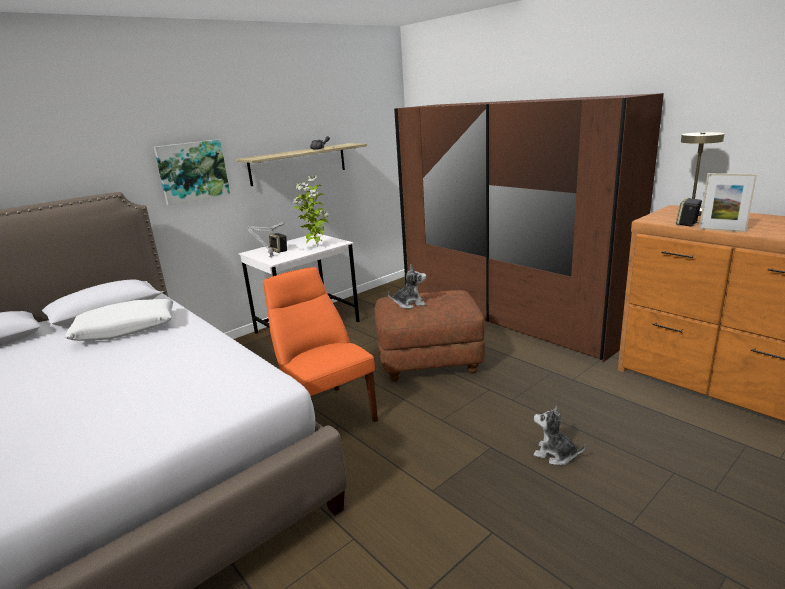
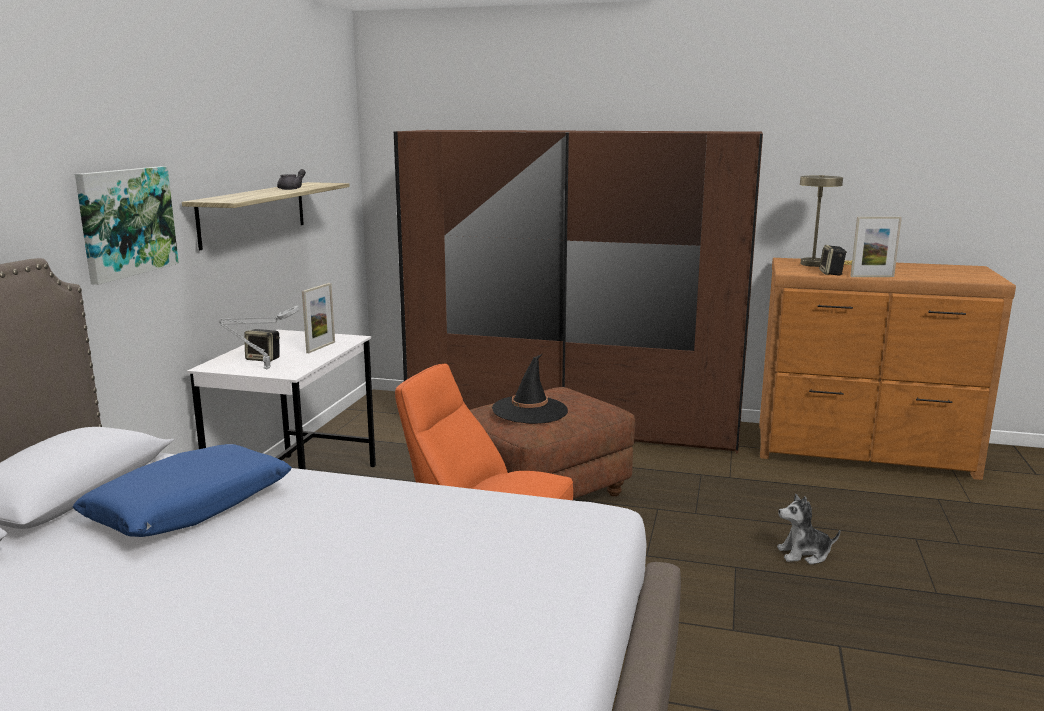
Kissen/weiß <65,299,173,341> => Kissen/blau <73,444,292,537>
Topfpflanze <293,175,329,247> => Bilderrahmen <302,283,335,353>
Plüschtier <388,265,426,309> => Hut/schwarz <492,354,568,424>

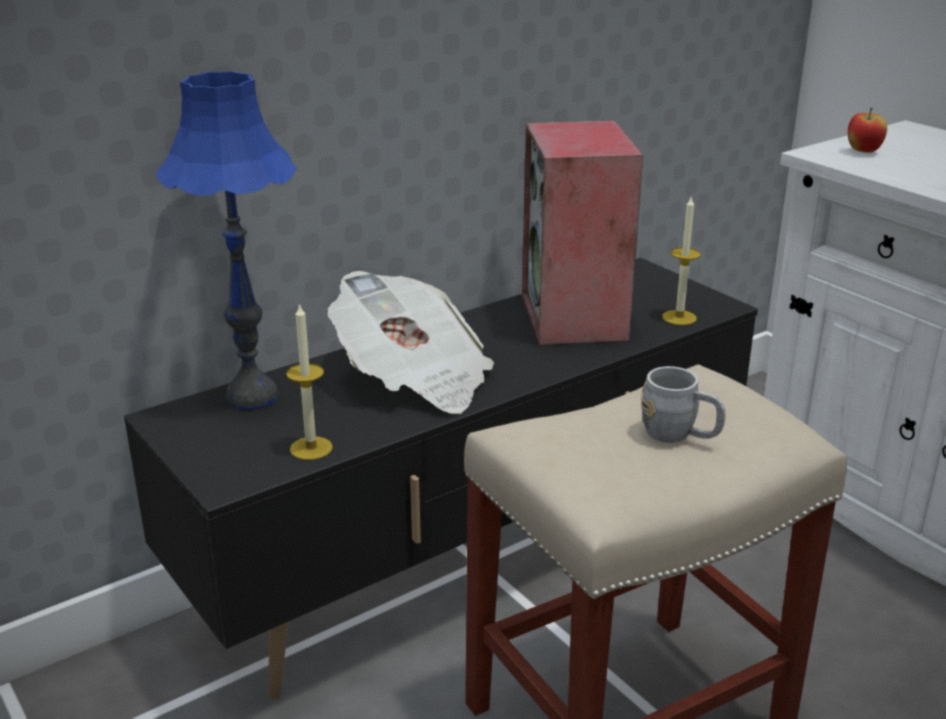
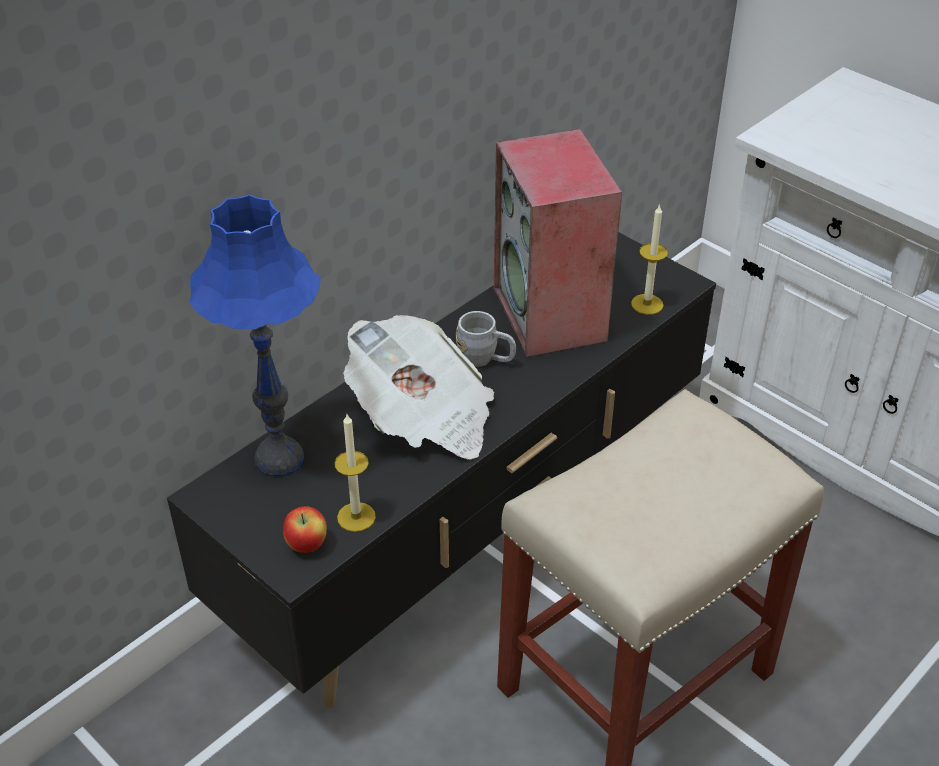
Henkelbecher/grau <641,366,726,443> => Henkelbecher/grau <456,311,516,367>, relocated
Apfel <848,108,887,153> => Apfel <283,506,327,553>, relocated

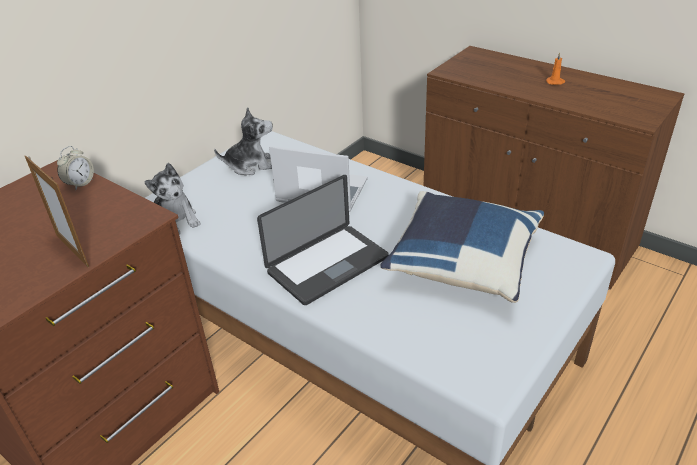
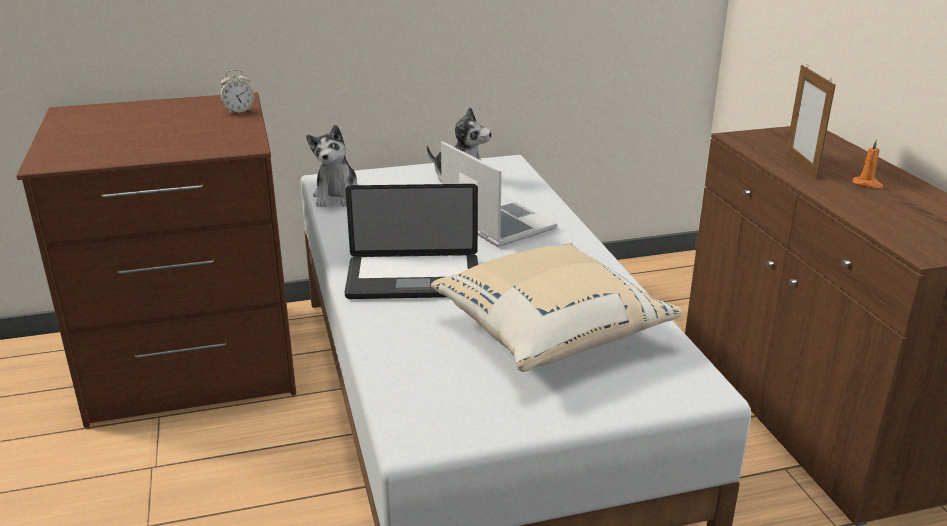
Bilderrahmen <25,156,89,267> => Bilderrahmen <786,64,836,179>, relocated
Kissen/blau <380,191,544,303> => Kissen/beige <431,242,683,372>

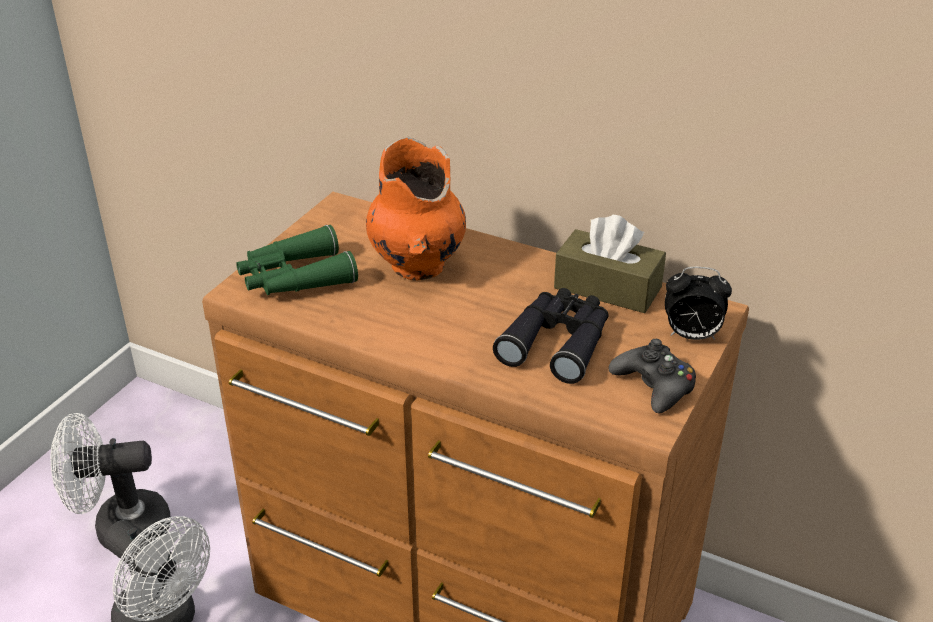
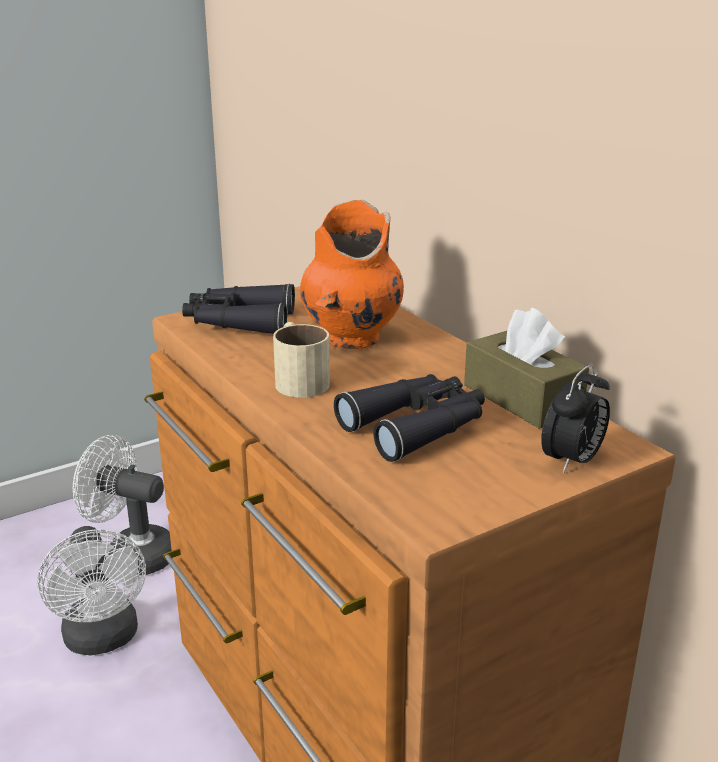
Fernglas/grün <236,225,358,295> => Fernglas/schwarz <182,283,295,334>
Gamepad/schwarz <609,339,696,414> => nothing
Wecker <665,267,732,340> => Wecker <541,364,610,473>, 90 degrees counterclockwise
nothing => Henkelbecher/beige <273,322,330,398>

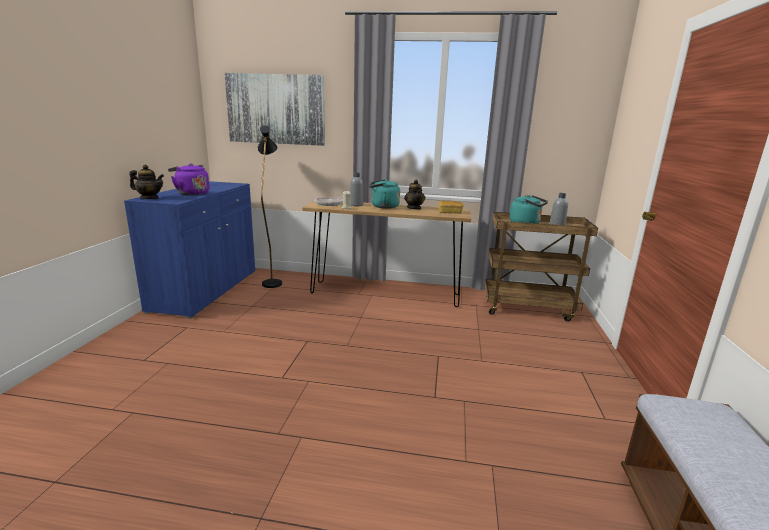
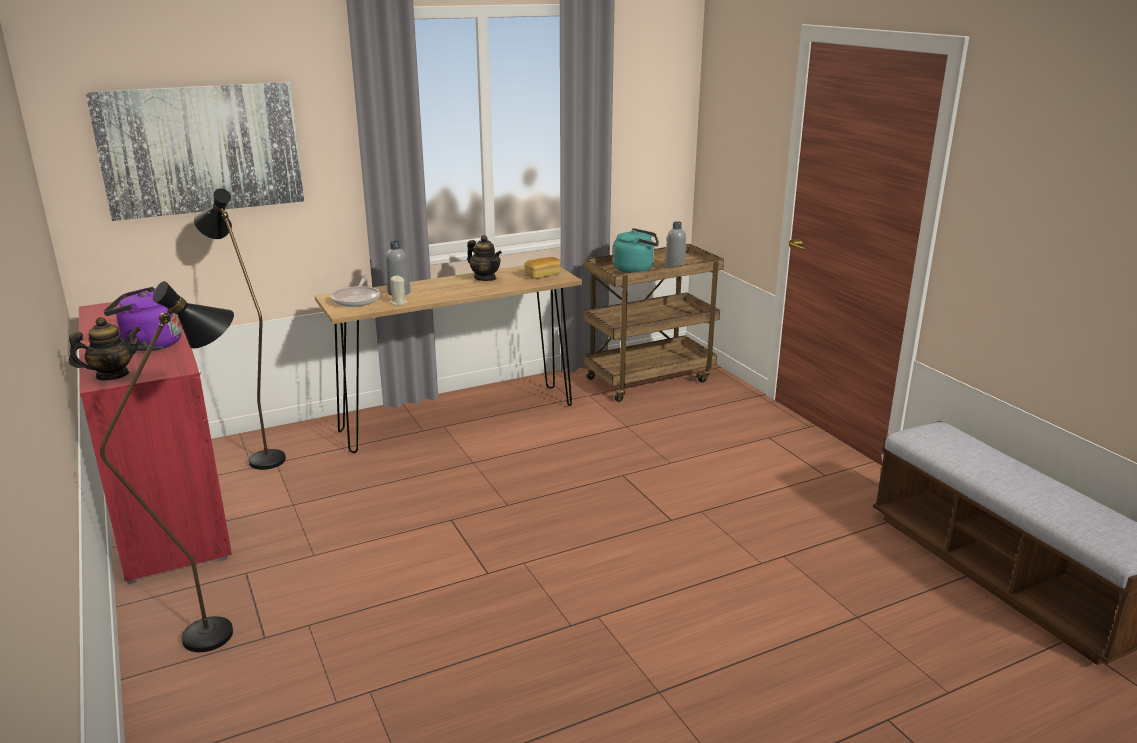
Schrank/blau <124,181,255,319> => Schrank/rot <79,302,232,584>
Wasserkessel/türkis <369,179,400,209> => nothing
nothing => Stehlampe/schwarz <100,281,234,652>

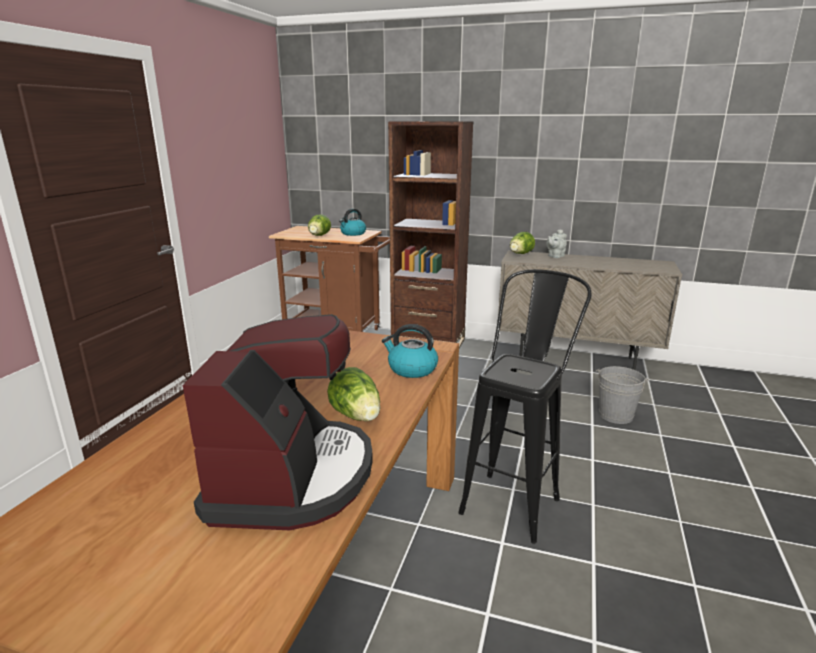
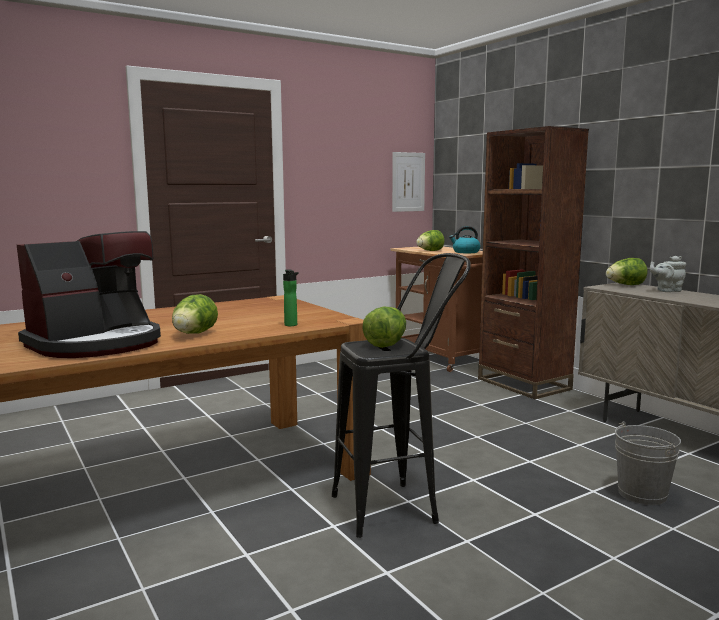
Wasserkessel <382,324,438,378> => Flasche <283,269,299,326>
nothing => Salatkopf <362,306,406,348>
nothing => Bild <392,152,425,212>

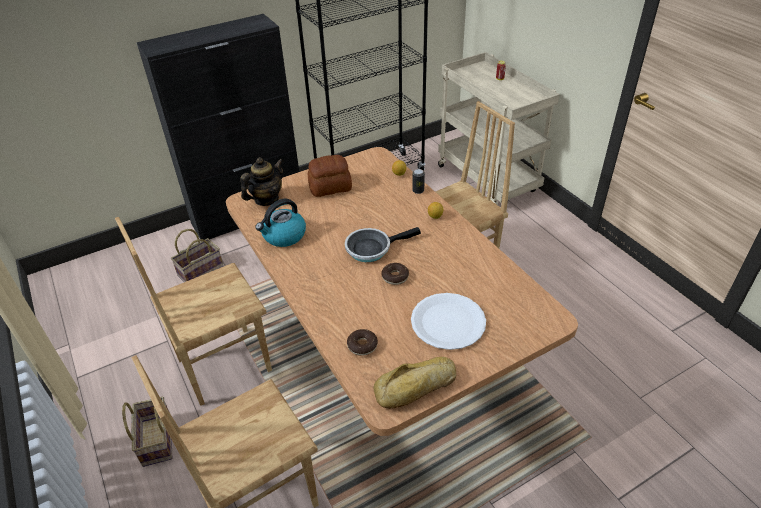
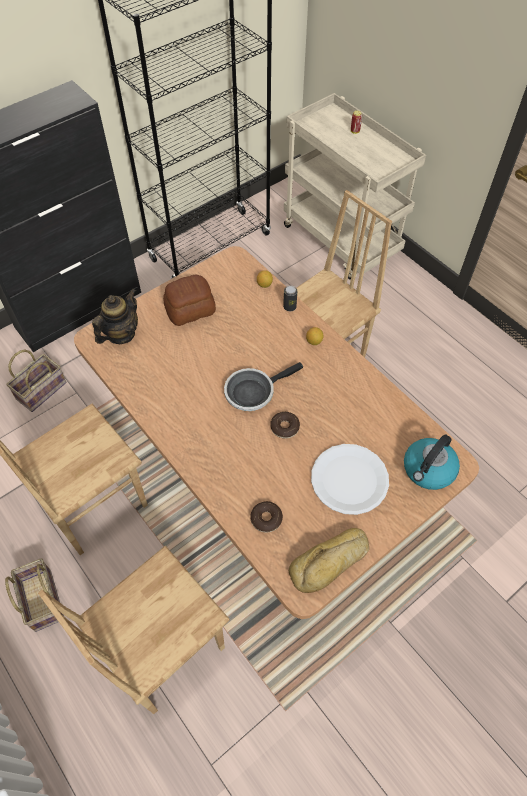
Wasserkessel <255,199,306,247> => Wasserkessel <404,434,460,490>, relocated

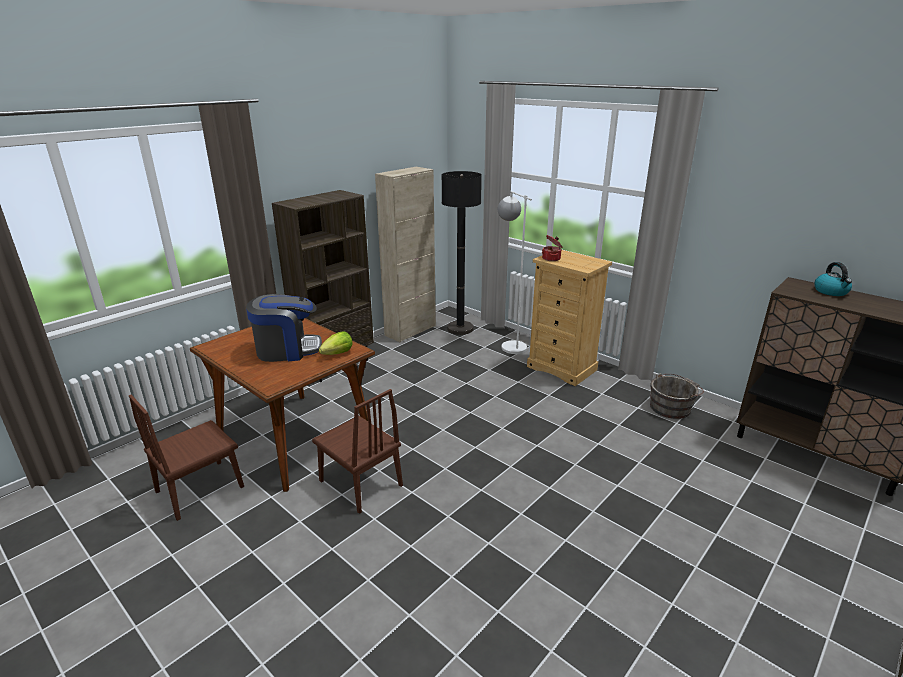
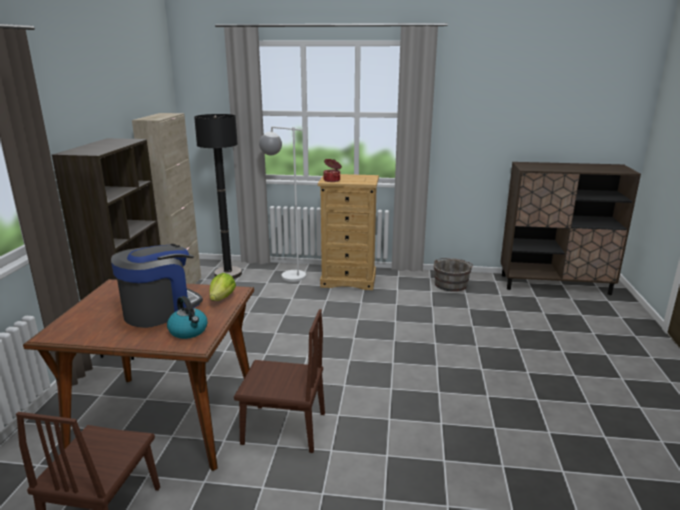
Wasserkessel <814,262,852,296> => Wasserkessel <167,296,207,339>, relocated

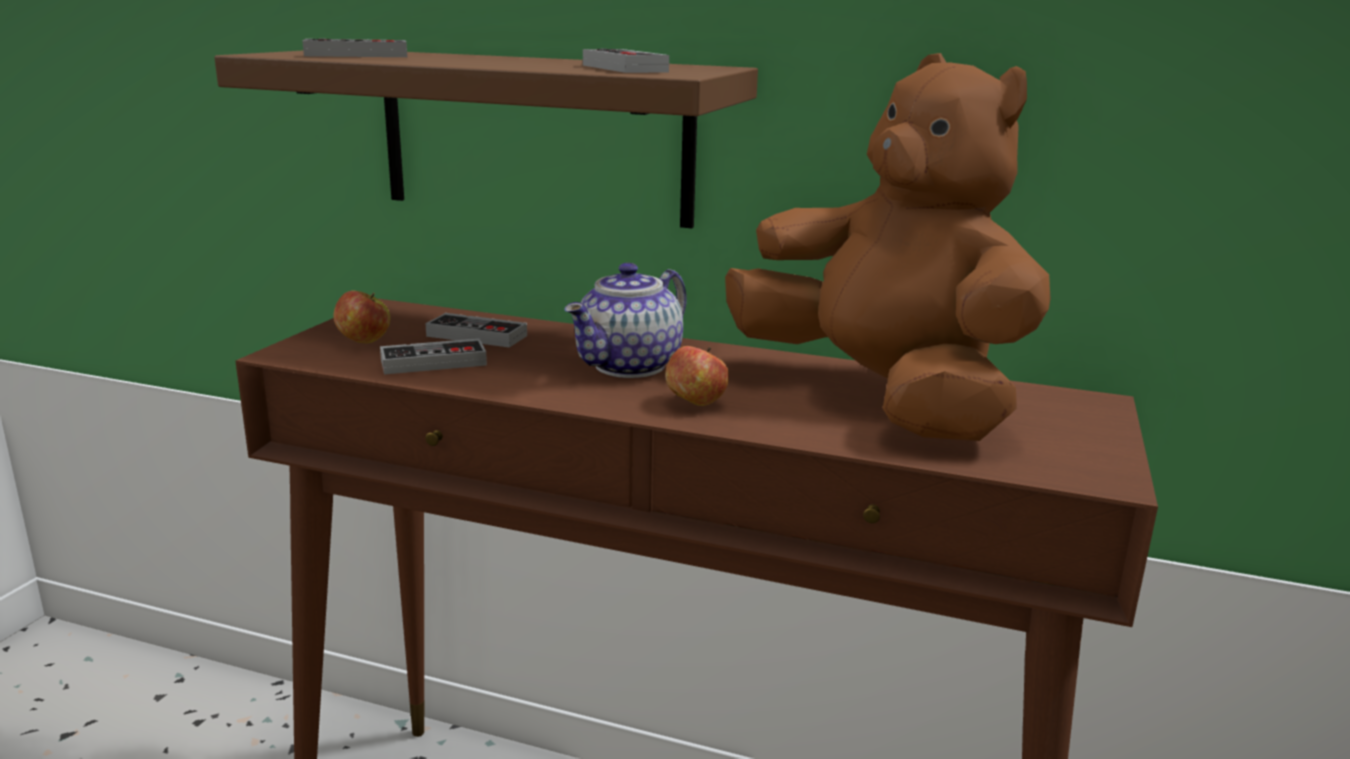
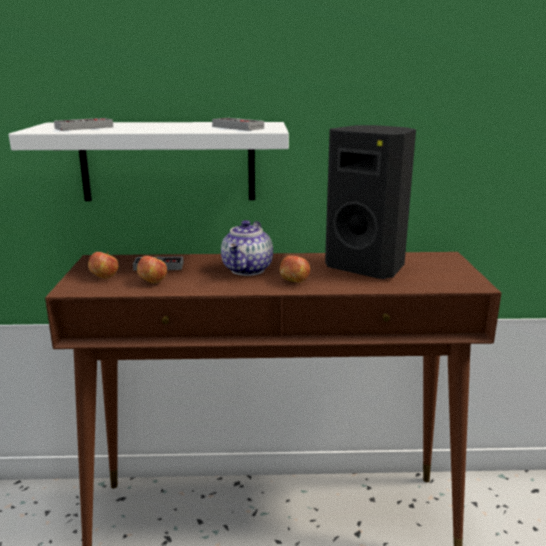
Wandregal/braun <214,51,758,229> => Wandregal/weiß <9,122,289,201>
Gamepad <380,338,487,374> => Apfel <137,256,167,283>
Plüschtier/braun <725,53,1051,441> => Lautsprecher/schwarz <325,125,416,279>

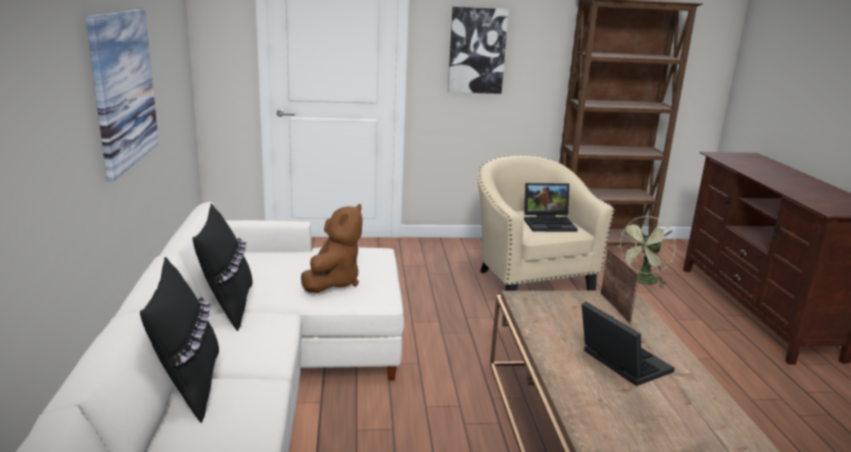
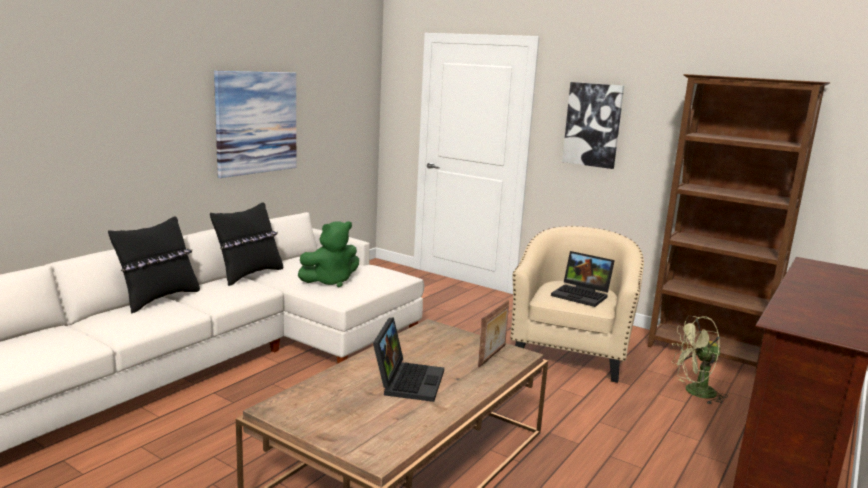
Plüschtier/braun <301,204,363,293> => Plüschtier/grün <298,221,359,287>

